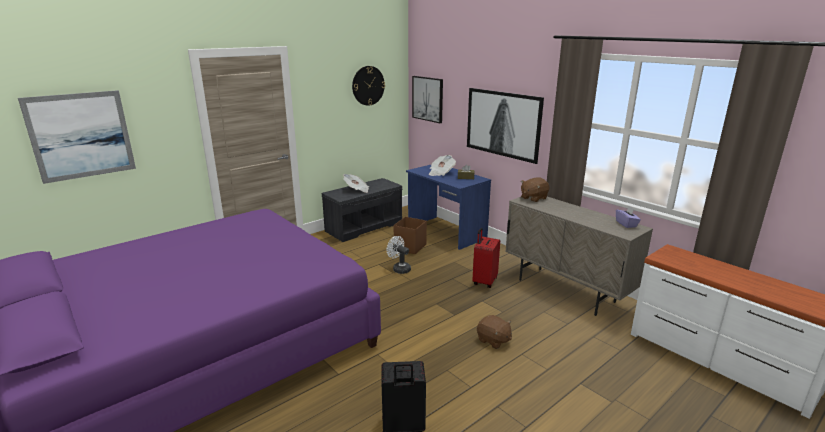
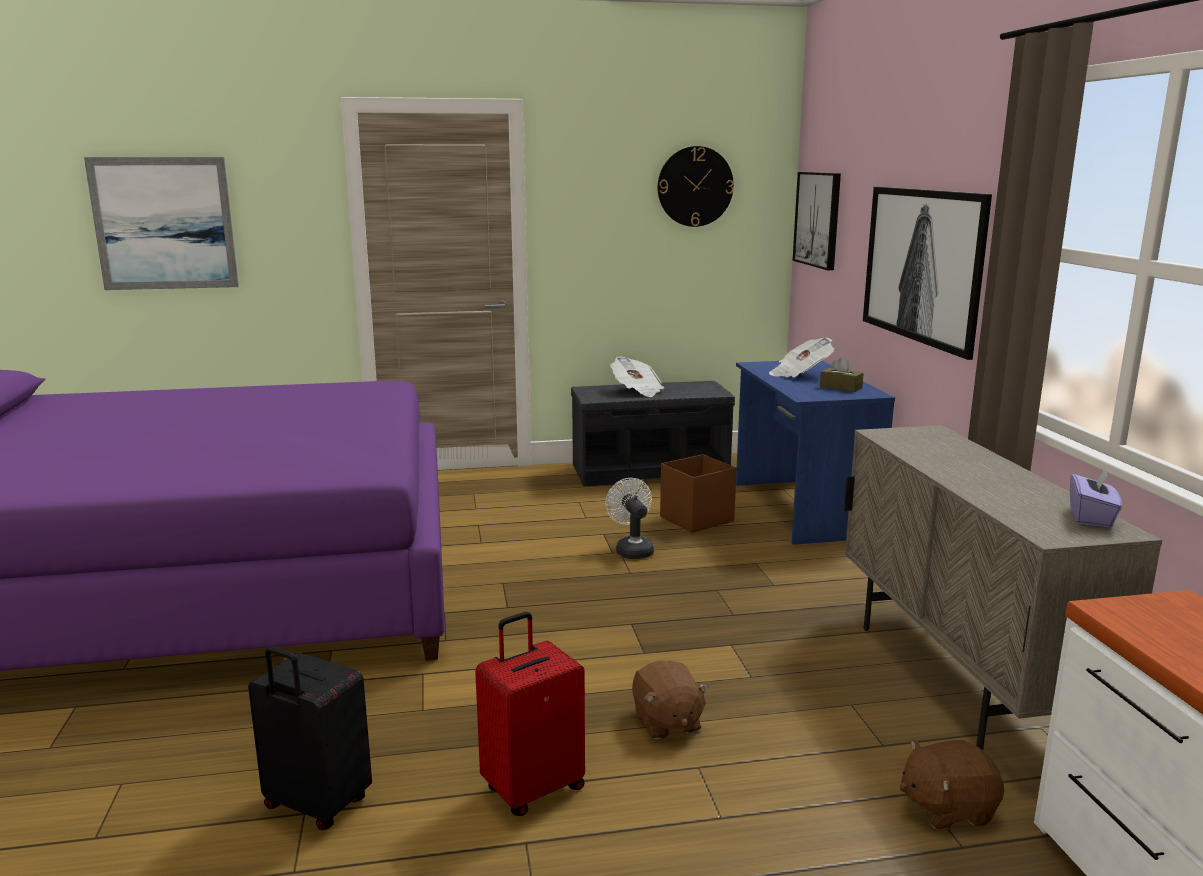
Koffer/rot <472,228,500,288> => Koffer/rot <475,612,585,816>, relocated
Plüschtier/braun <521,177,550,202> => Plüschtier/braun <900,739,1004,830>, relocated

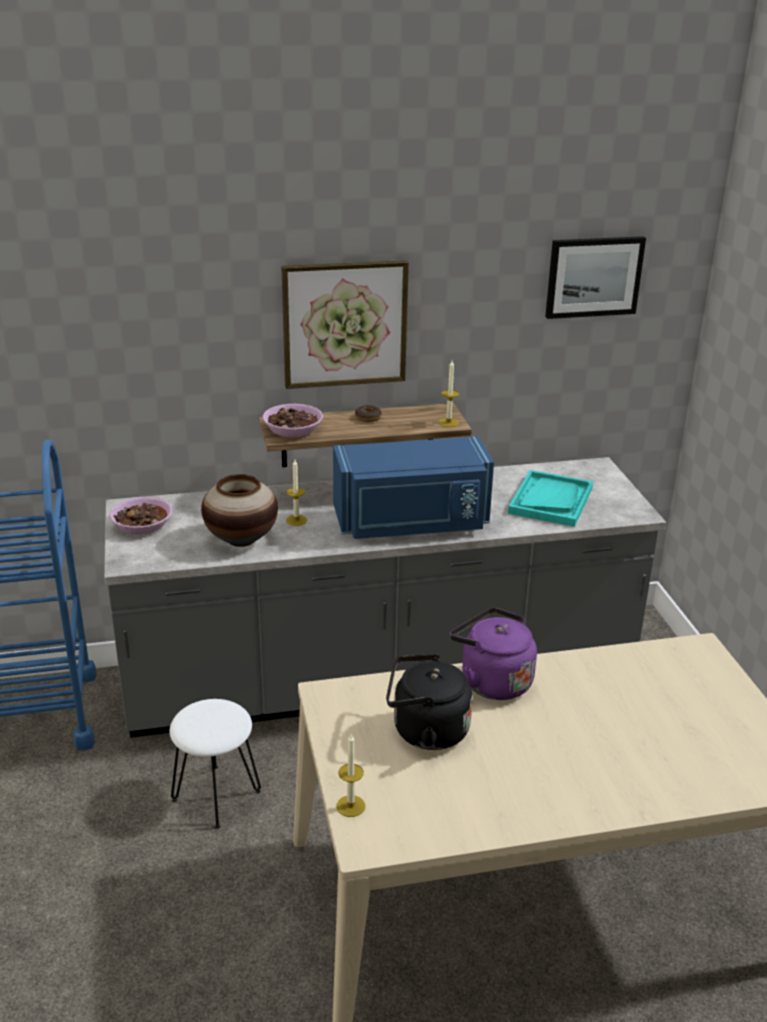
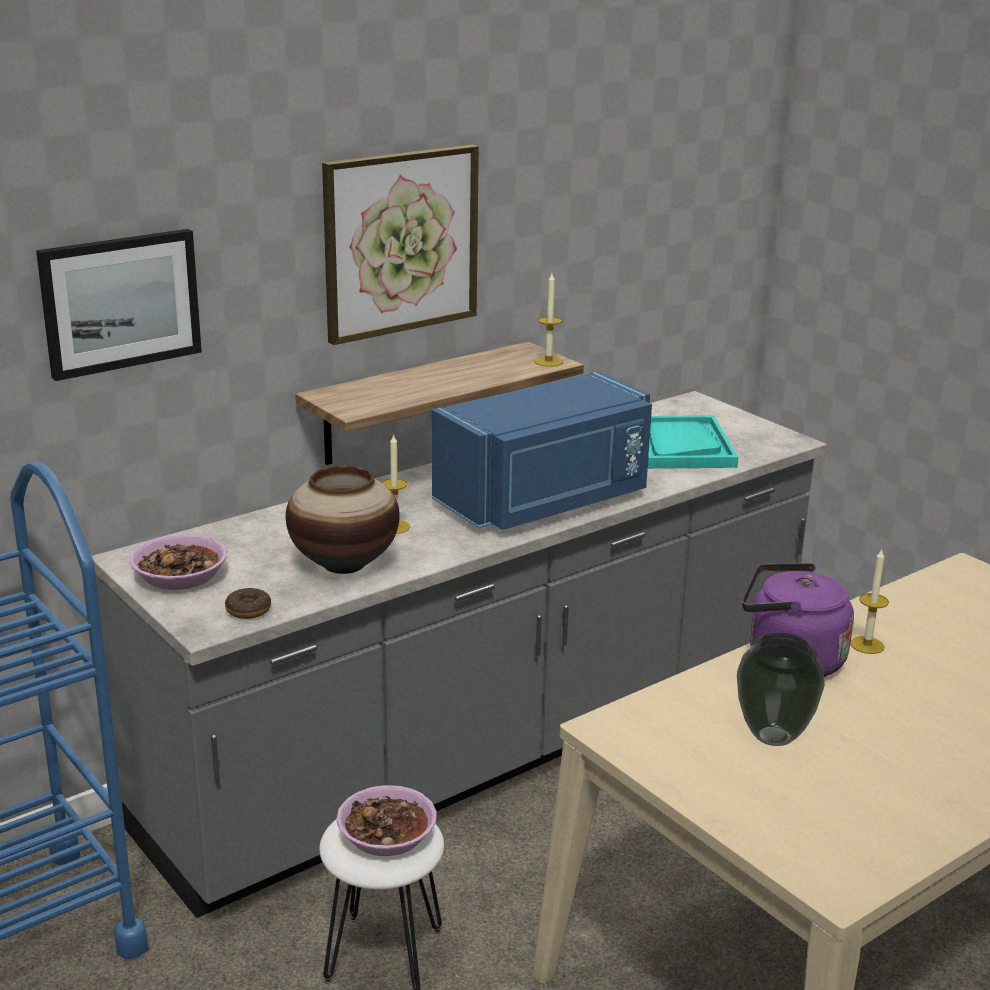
Schüssel <262,404,323,437> => Schüssel <336,785,437,856>, relocated
Kerze <336,734,365,817> => Kerze <850,549,889,654>, relocated
Donut <355,405,382,422> => Donut <225,588,271,619>, relocated
Wasserkessel/schwarz <386,654,473,750> => Vase <737,633,825,746>
Bild <545,236,646,319> => Bild <36,229,202,381>, relocated

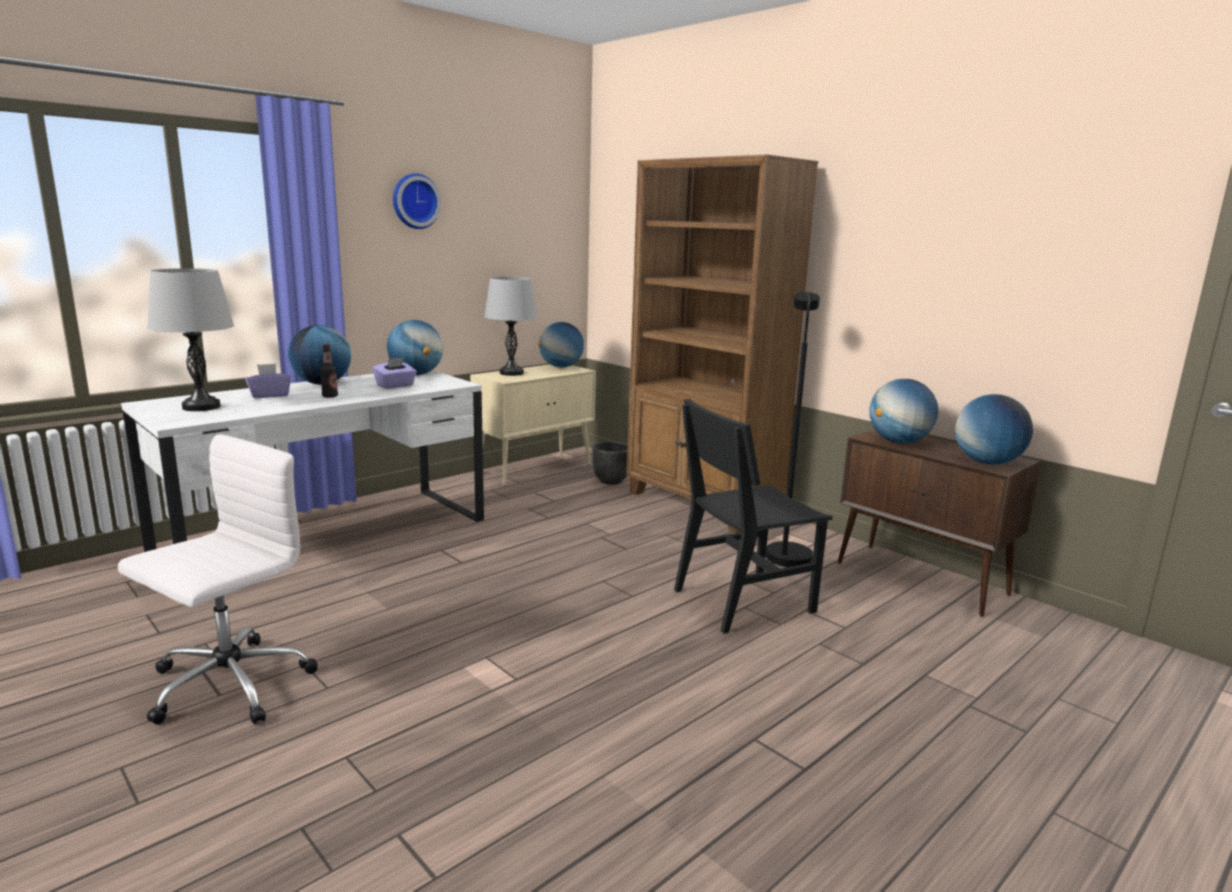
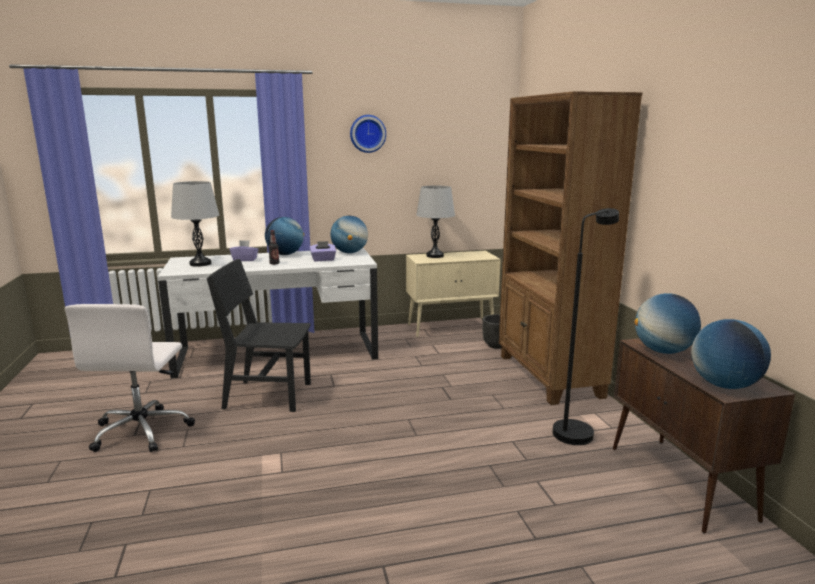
Bürostuhl/weiß <118,434,318,725> => Bürostuhl/weiß <65,304,195,452>, 120 degrees clockwise
Globus <538,322,584,367> => nothing
Stuhl/schwarz <674,399,833,634> => Stuhl/schwarz <207,259,311,412>, relocated

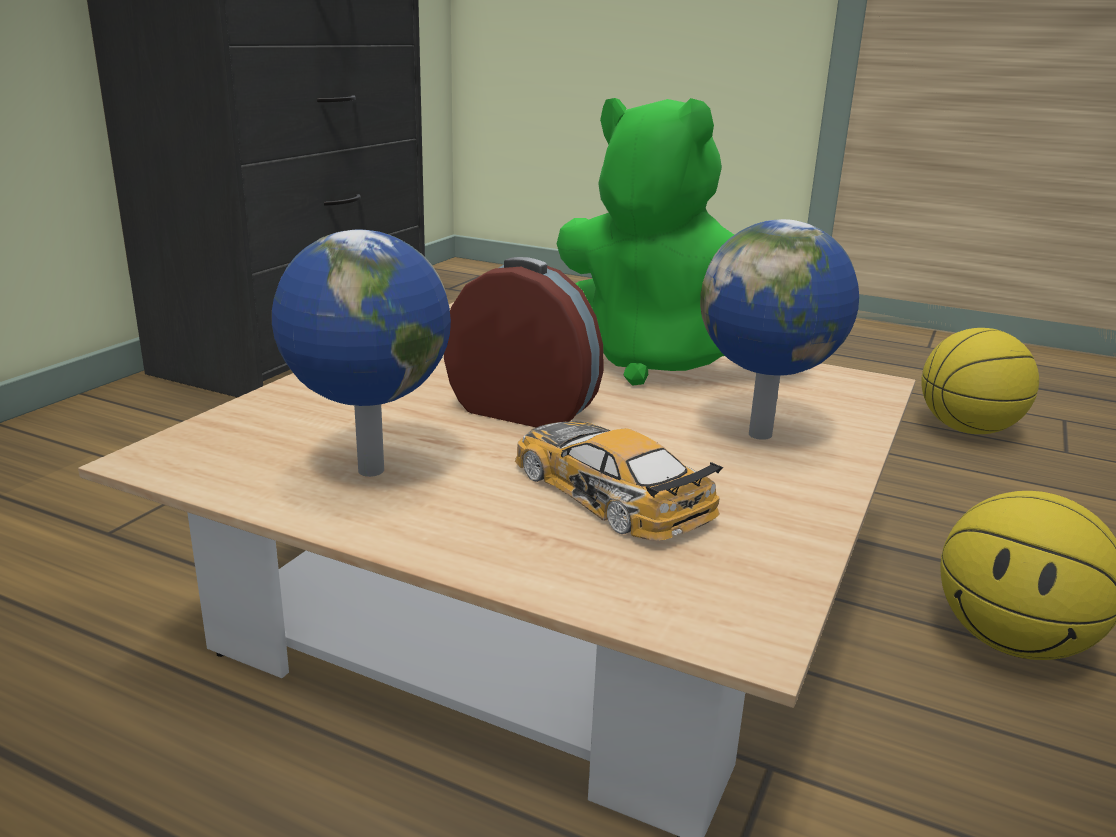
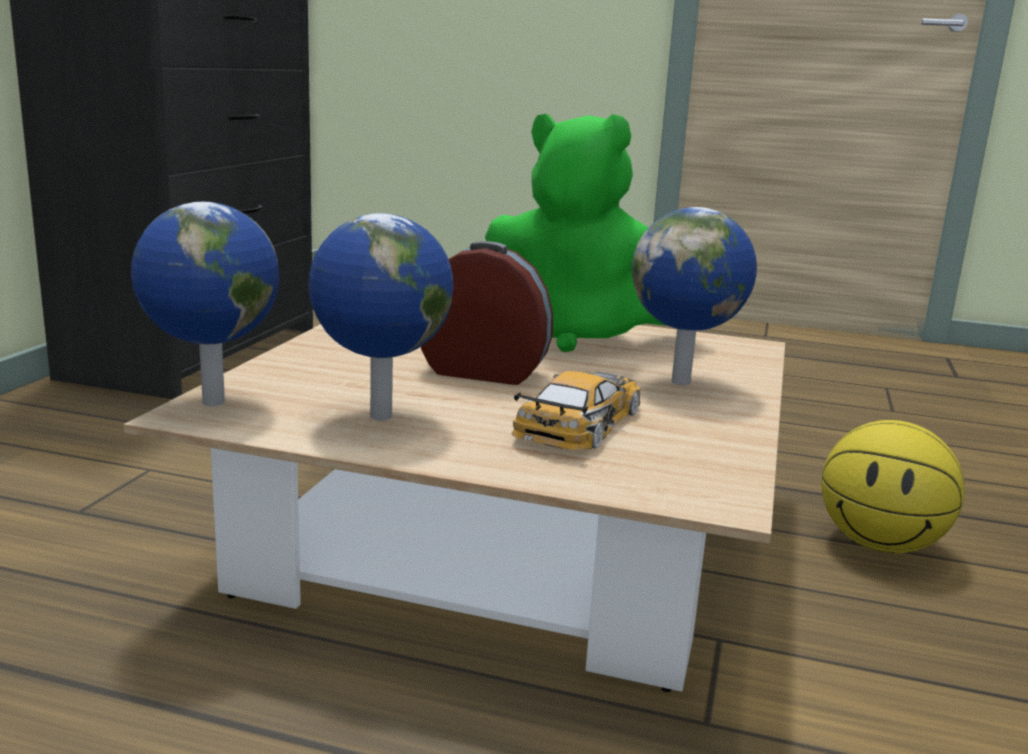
Spielzeugauto <515,421,723,540> => Spielzeugauto <512,371,640,450>, 75 degrees clockwise
Basketball <921,328,1039,434> => nothing
nothing => Globus <131,202,279,406>

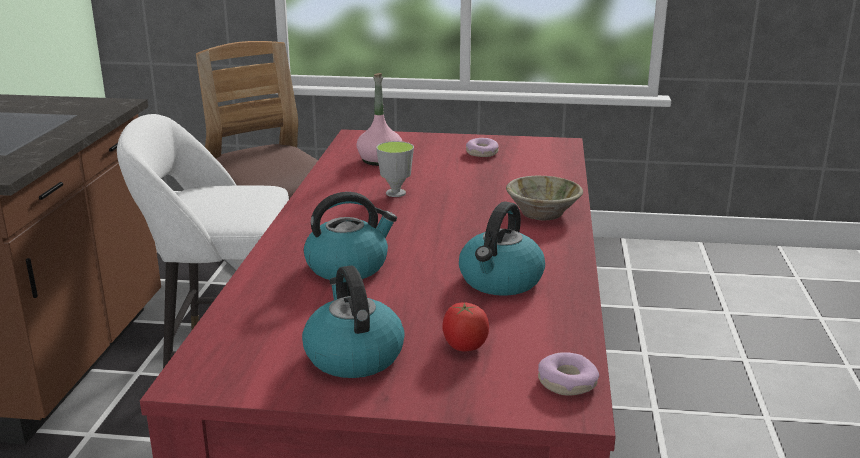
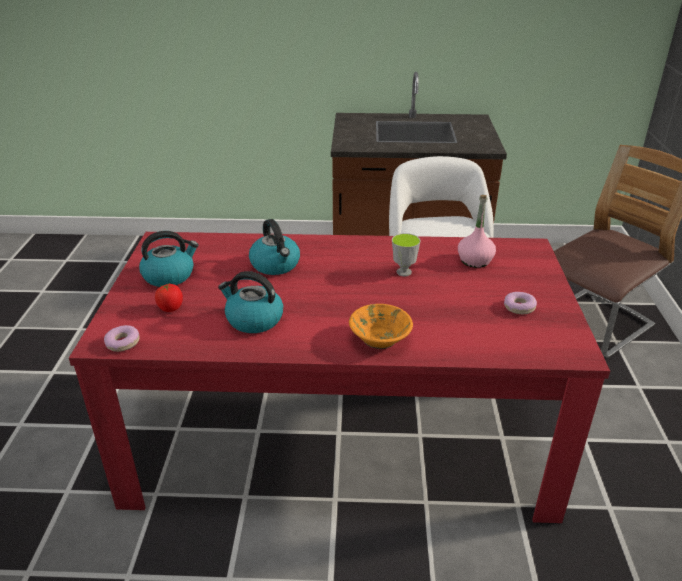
Schüssel/beige <506,176,583,220> => Schüssel/orange <349,304,413,349>

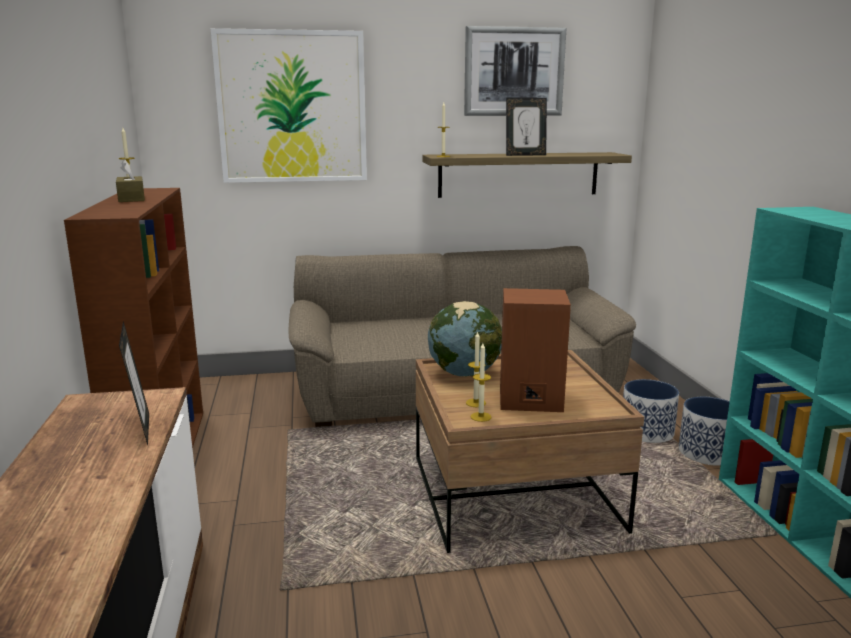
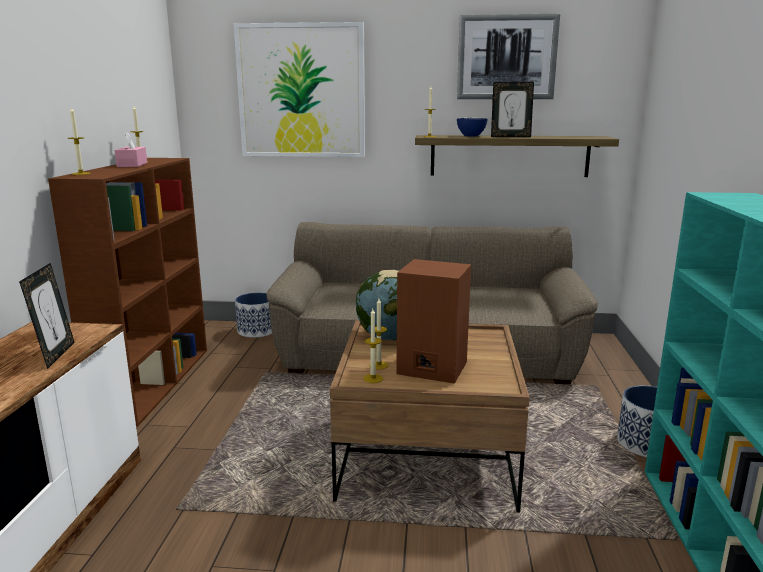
Taschentuchbox/braun <116,159,145,202> => Taschentuchbox/rosa <115,132,147,167>
Pflanzkübel <623,379,679,443> => Pflanzkübel <235,293,272,338>, relocated
nothing => Kerze <68,106,91,175>
nothing => Schüssel/blau <457,118,488,136>

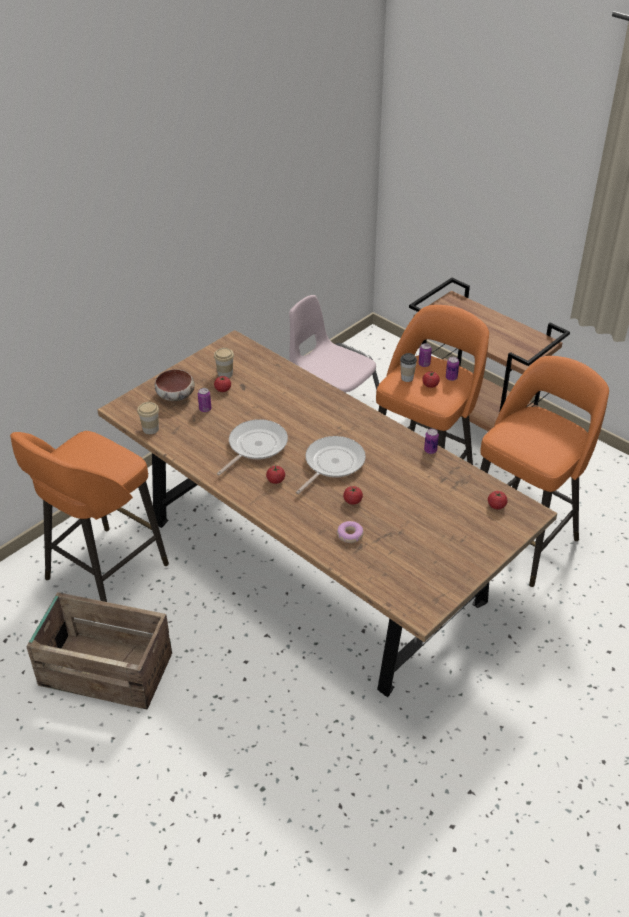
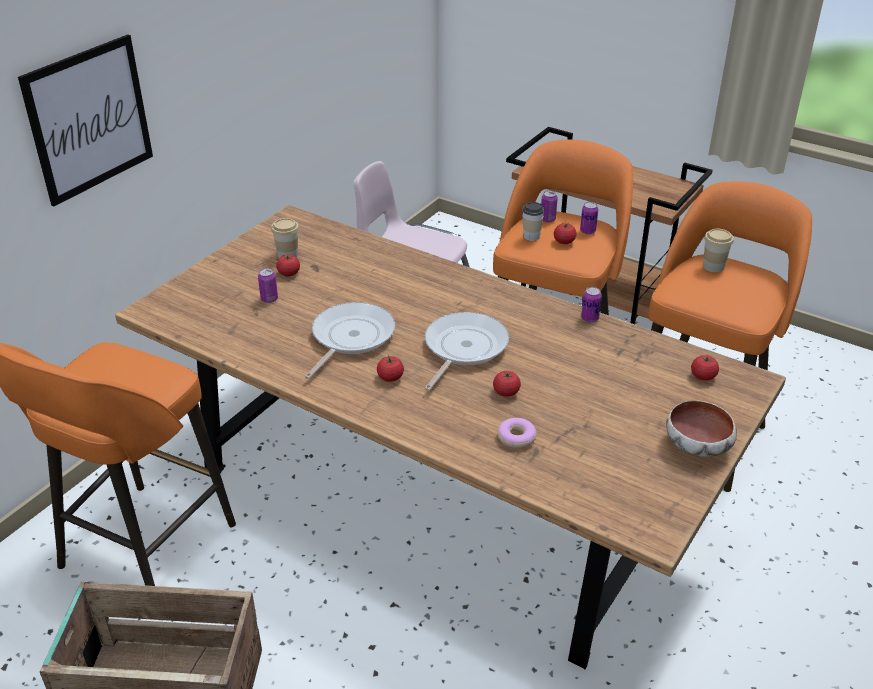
Tasse <137,402,159,434> => Tasse <703,229,734,272>, relocated
Schüssel <155,369,195,401> => Schüssel <666,400,737,457>, relocated
nothing => Bild <18,34,153,206>

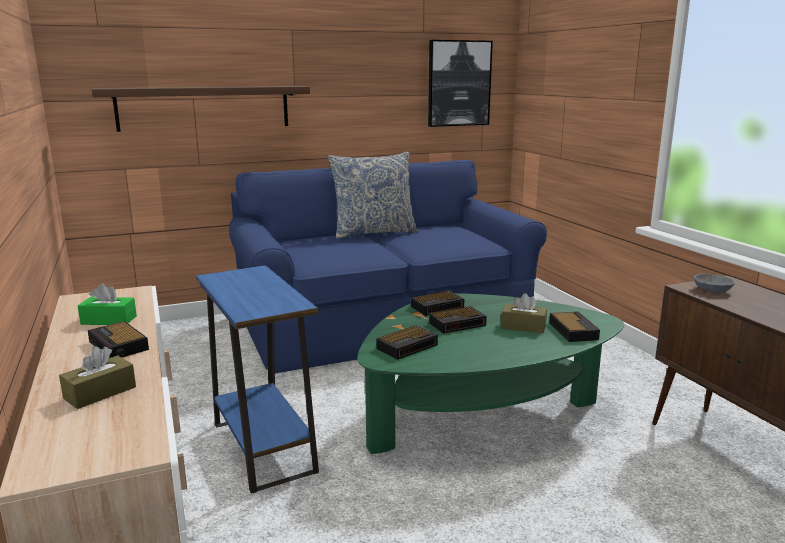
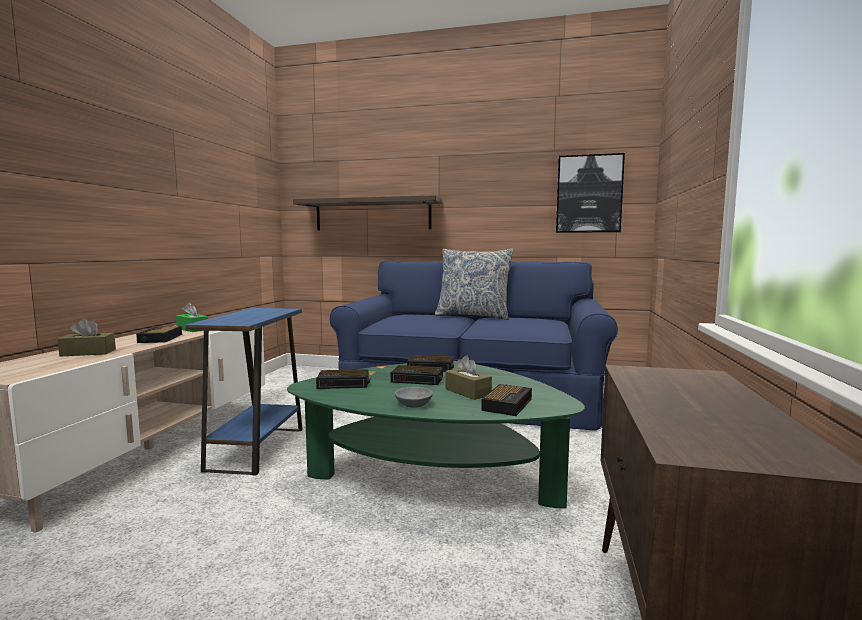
Schüssel/grau <694,274,735,293> => Schüssel/grau <394,387,433,408>, relocated

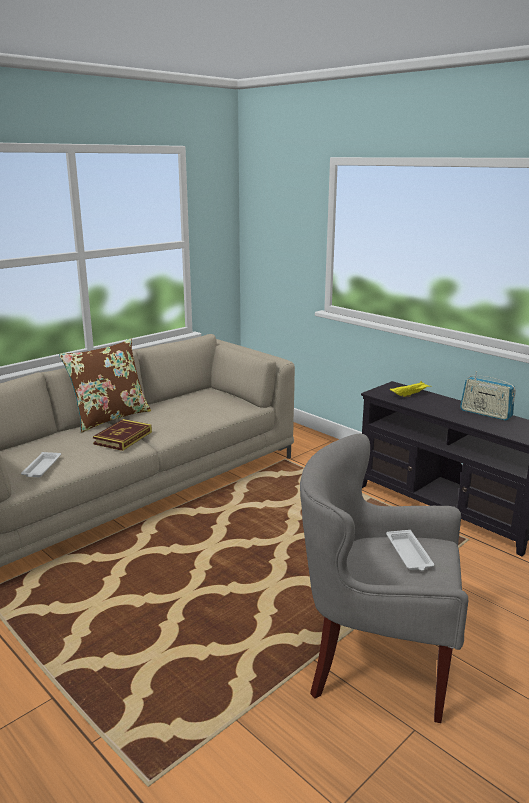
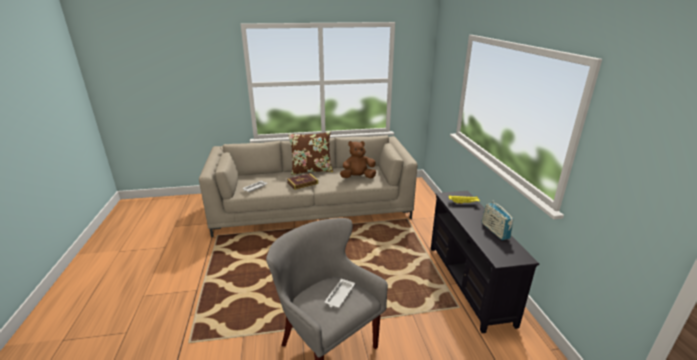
nothing => Plüschtier/braun <340,141,376,178>

